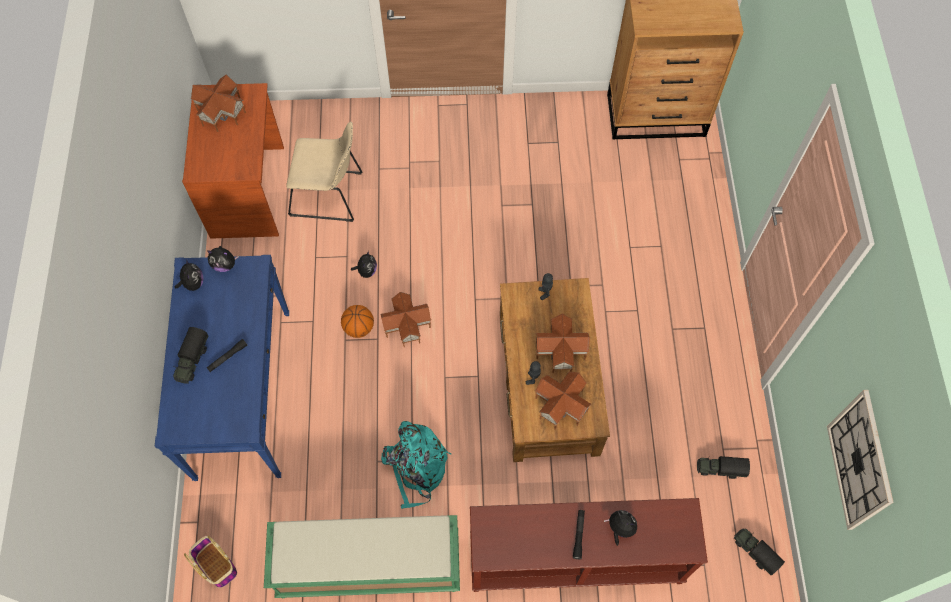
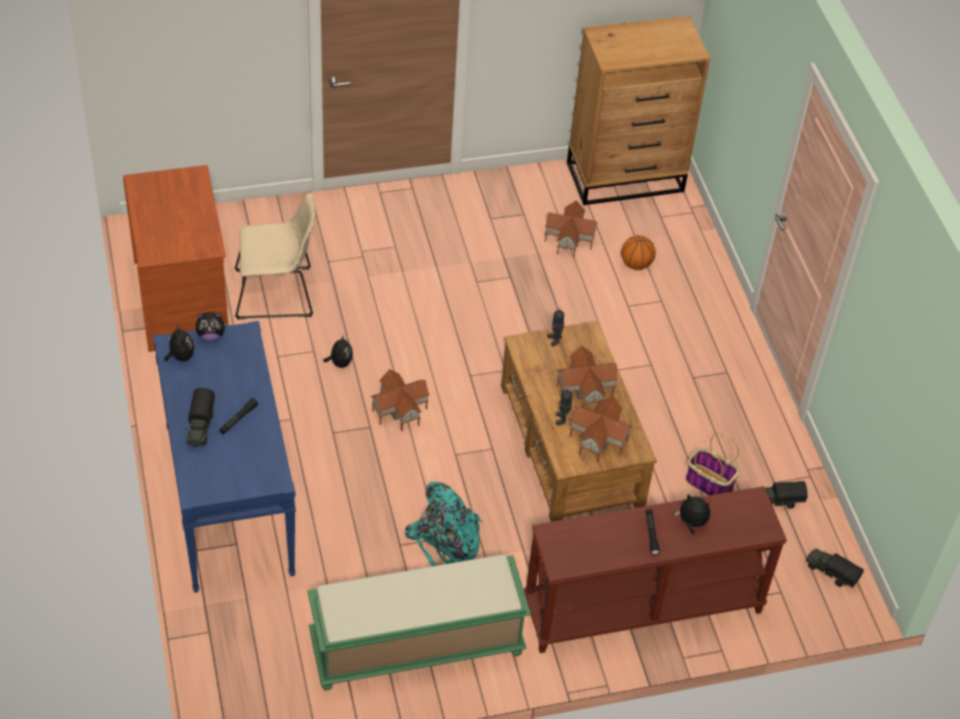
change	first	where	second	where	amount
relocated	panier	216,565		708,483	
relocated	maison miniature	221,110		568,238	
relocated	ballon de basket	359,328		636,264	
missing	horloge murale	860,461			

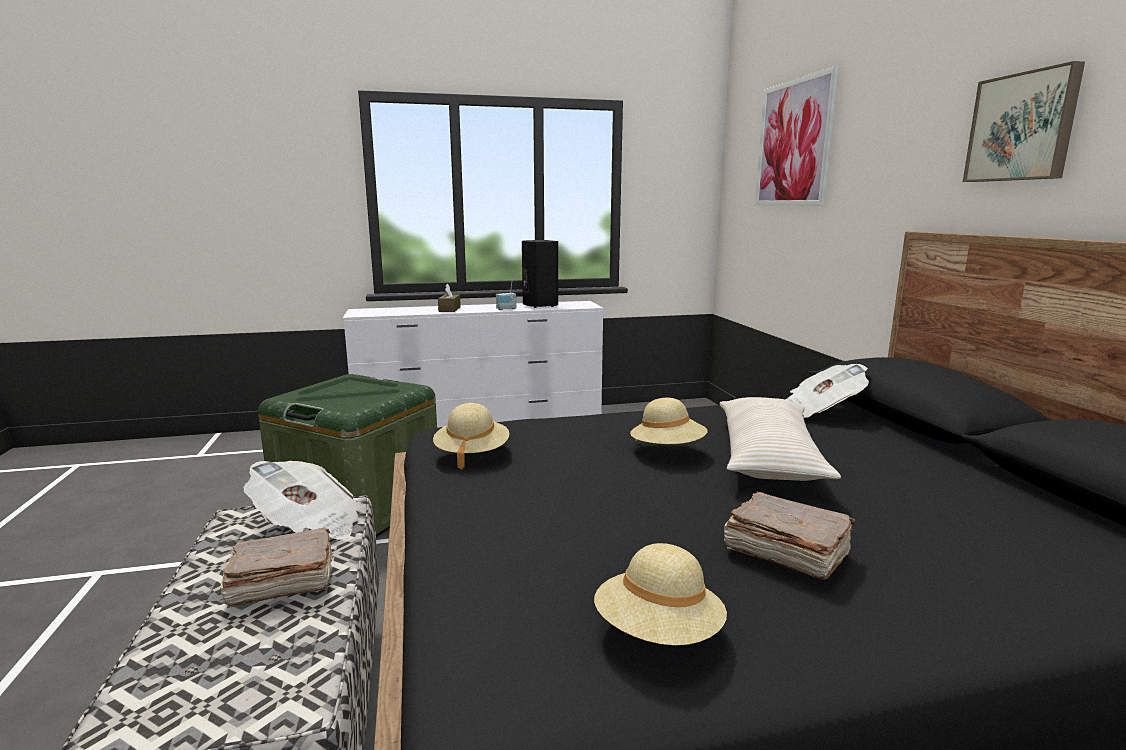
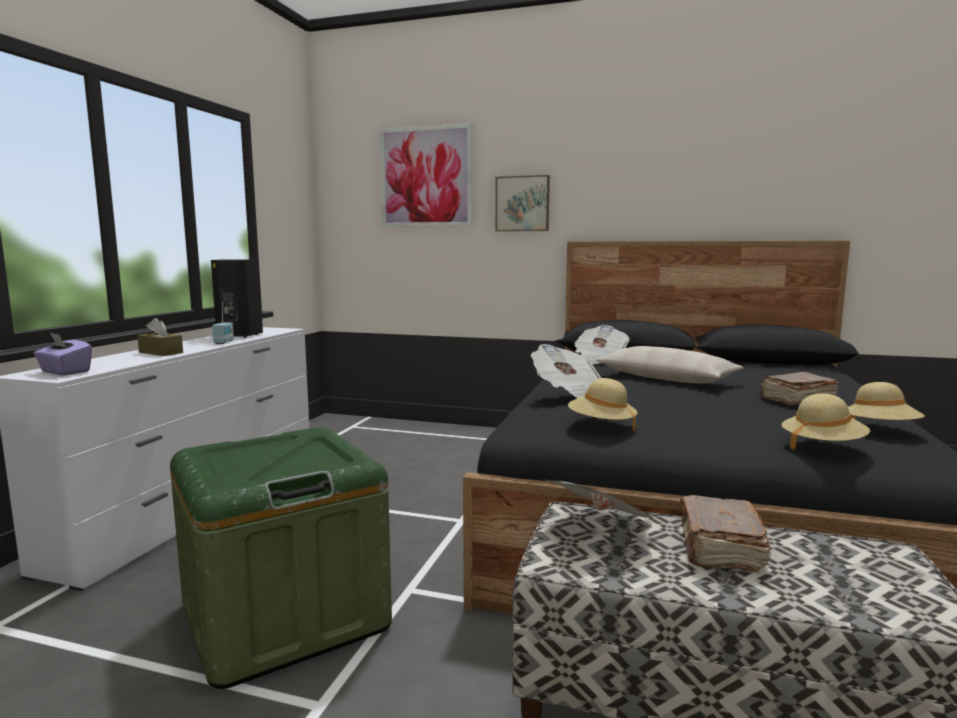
change	first	where	second	where	amount
relocated	chapeau/beige	668,449		822,446	
relocated	tableau	1023,127		522,204	
appeared			boîte à mouchoirs/violet	64,372	
appeared			journal	568,392	

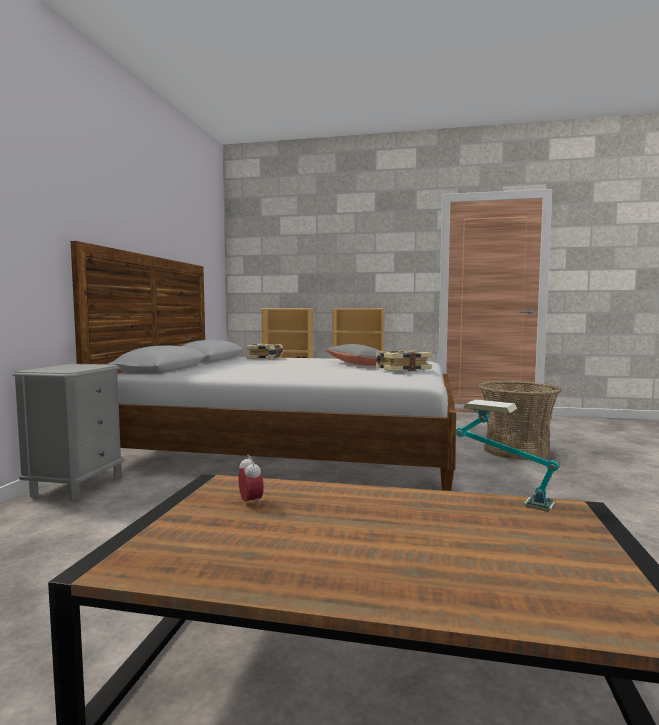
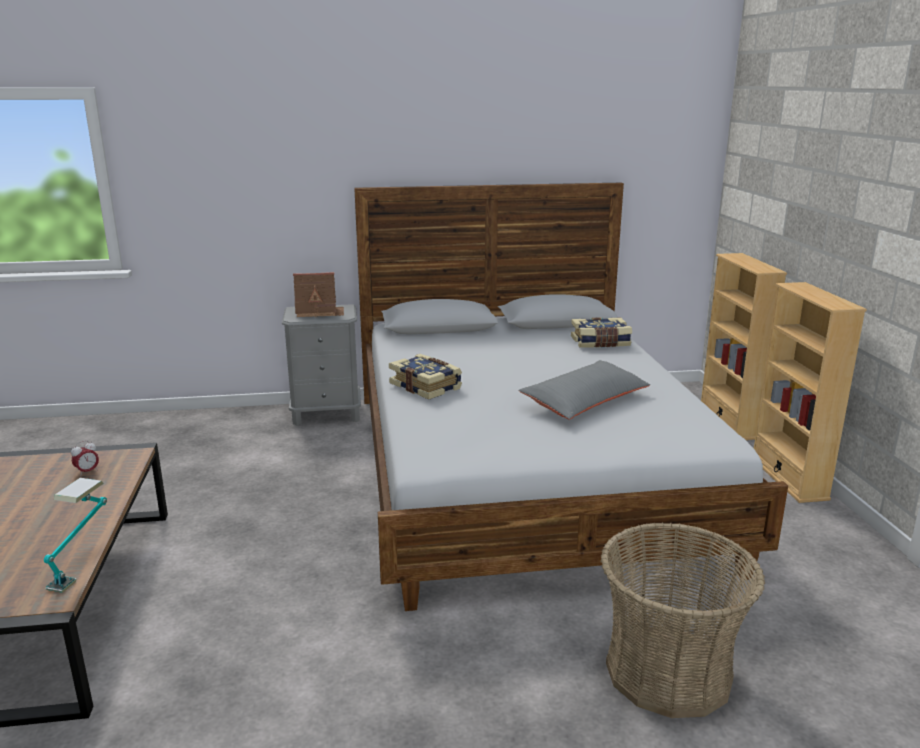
change	first	where	second	where	amount
relocated	livre	402,369		426,386	
appeared			maison miniature	319,312	

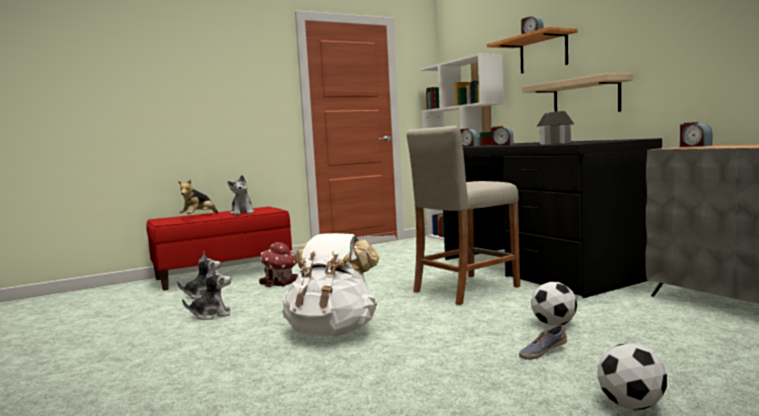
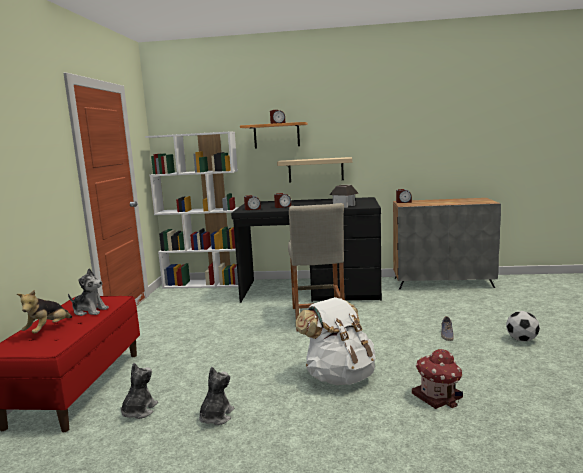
change	first	where	second	where	amount
spun	peluche	199,216		48,330	45 degrees clockwise
relocated	maison miniature	280,282		438,396	
missing	ballon de foot	554,324			

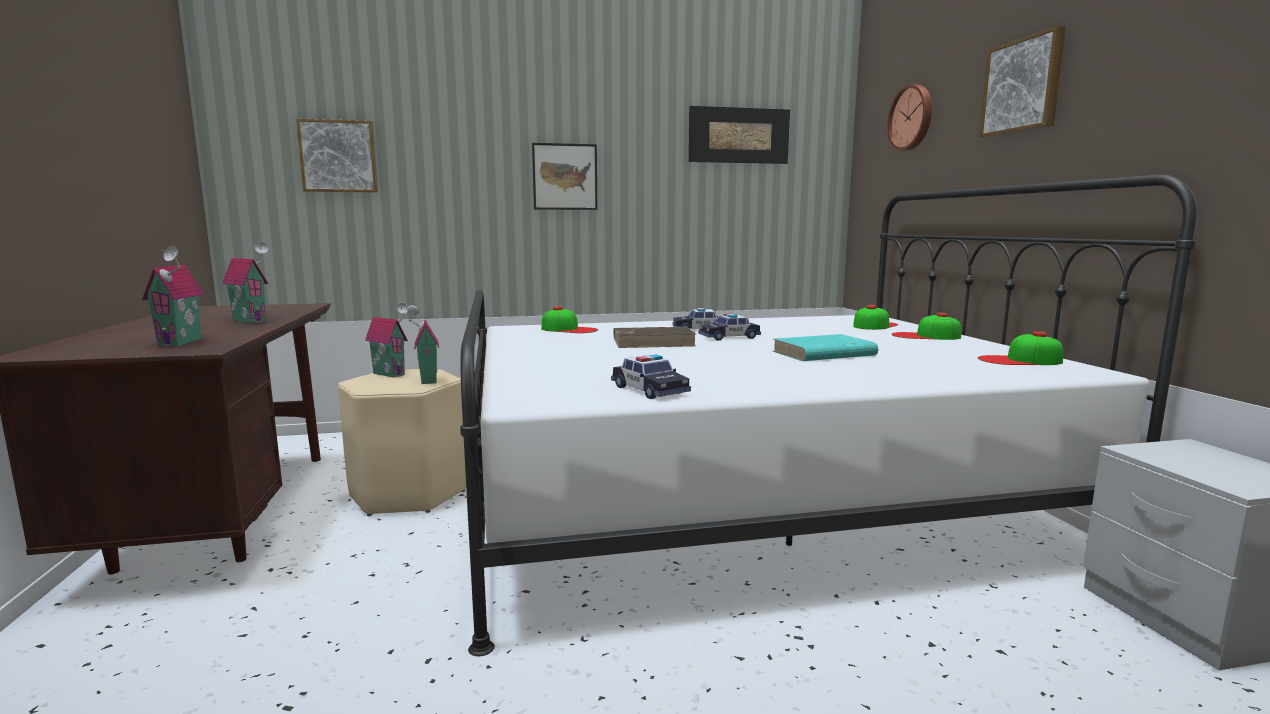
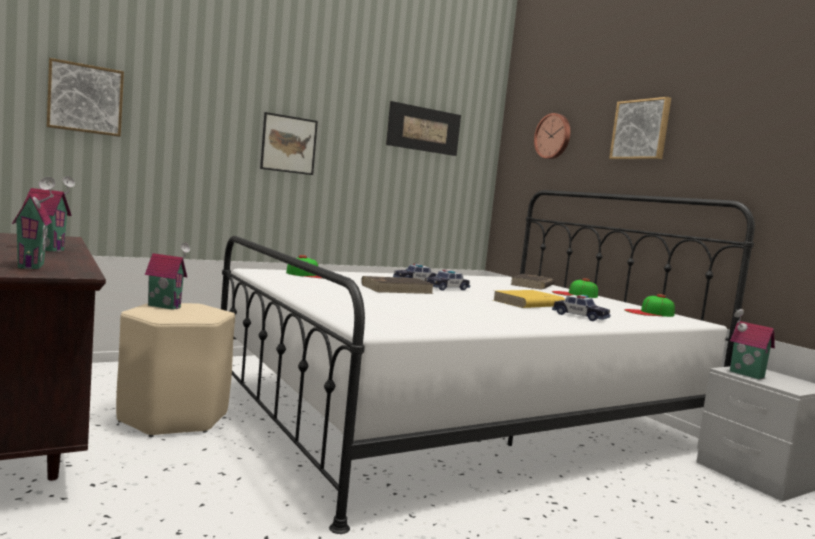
change	first	where	second	where	amount
relocated	maison miniature	426,380		745,374	
relocated	petite voiture	649,390		580,316	
colour	livre/turquoise	823,354	livre/jaune	528,303	
exchanged	casquette	874,325	livre/marron	532,285	

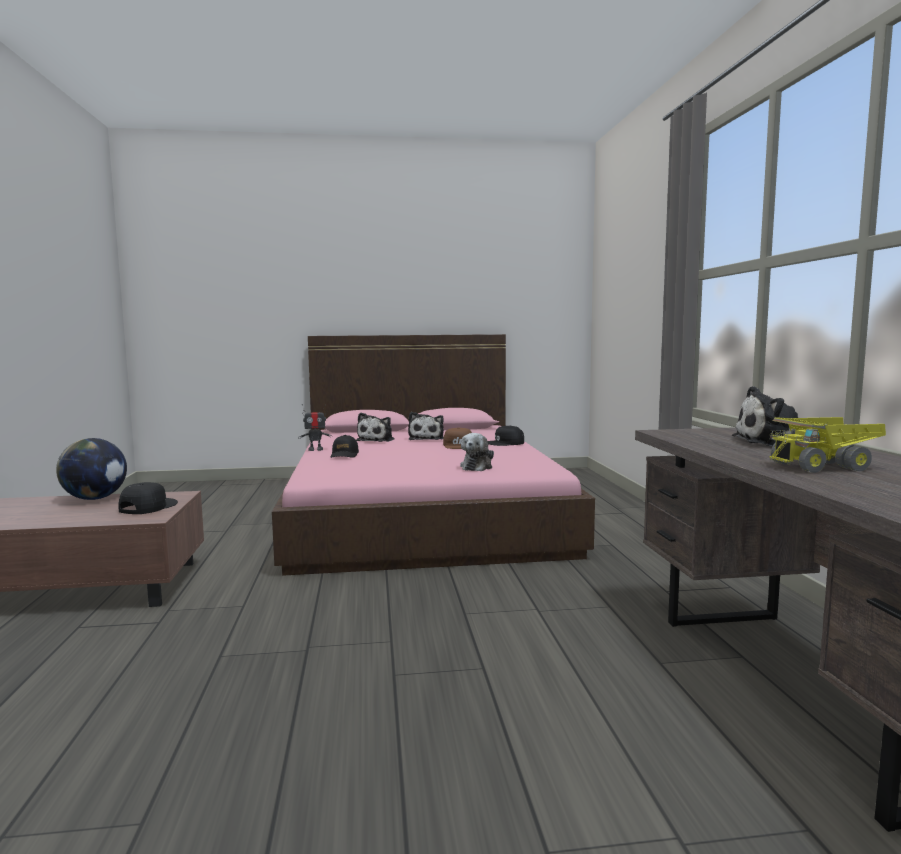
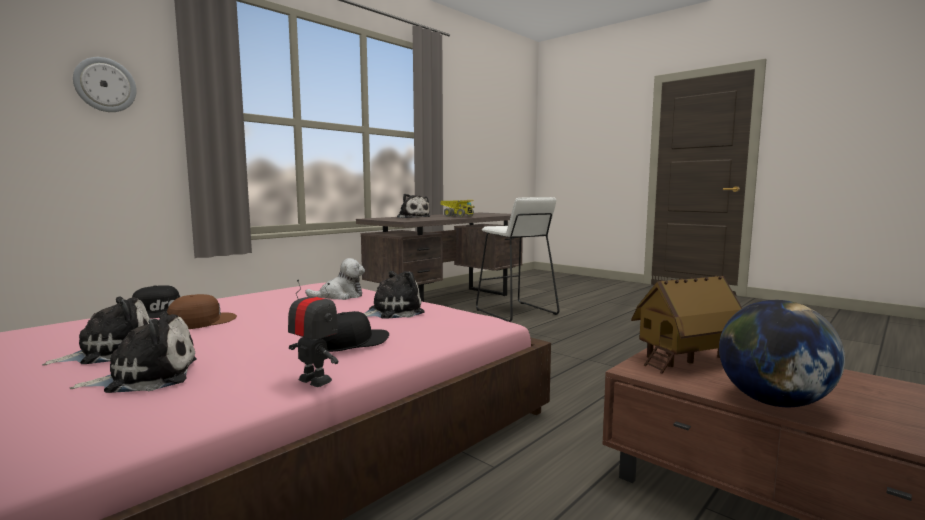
change	first	where	second	where	amount
exchanged	casquette/noir	147,507	maison miniature	685,359	
appeared			horloge murale	105,85	
appeared			peluche	392,312	
appeared			tabouret/blanc	515,312	

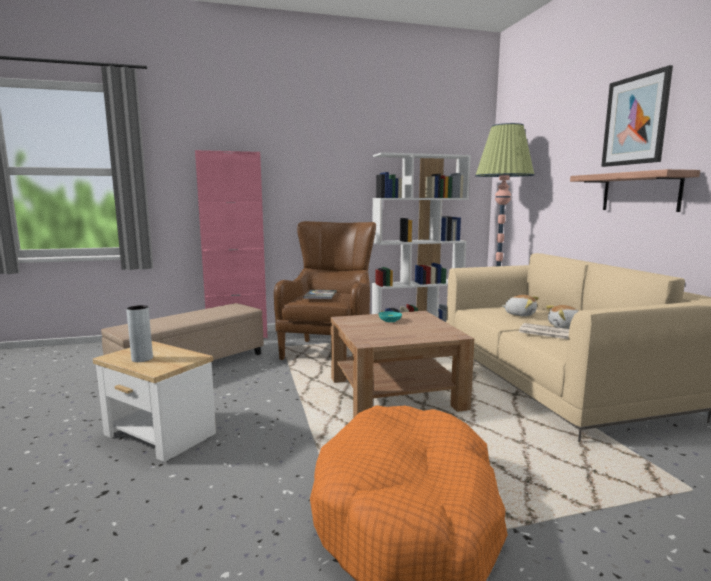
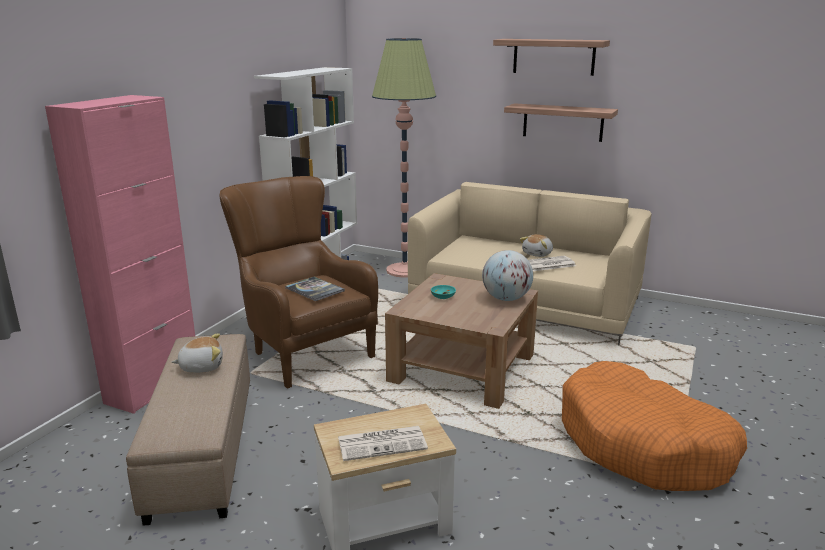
change	first	where	second	where	amount
exchanged	vase/gris	142,359	journal	383,443	
relocated	peluche	520,314		201,366	
exchanged	tableau	635,120	étagère	553,56	
appeared			globe	506,299	

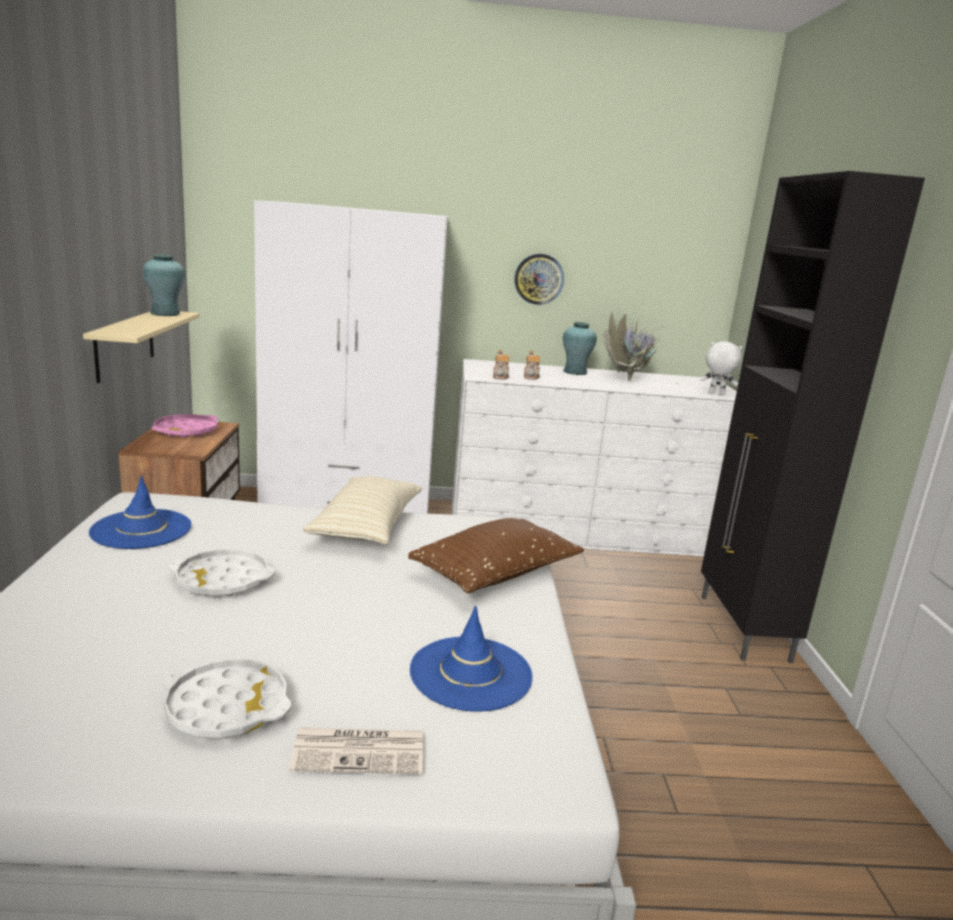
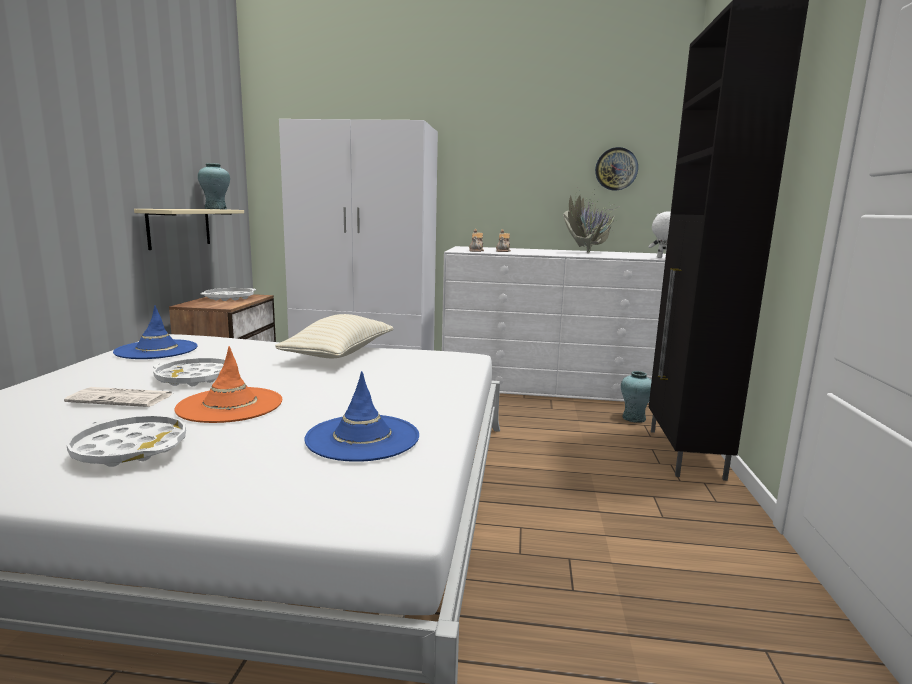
change	first	where	second	where	amount
colour	plateau/rose	186,431	plateau/blanc	229,298	
relocated	journal	361,751		122,398	
missing	coussin/marron	496,574			
relocated	horloge murale	539,279		616,169	
relocated	vase/turquoise	575,372		633,418	
appeared			chapeau/orange	230,405	

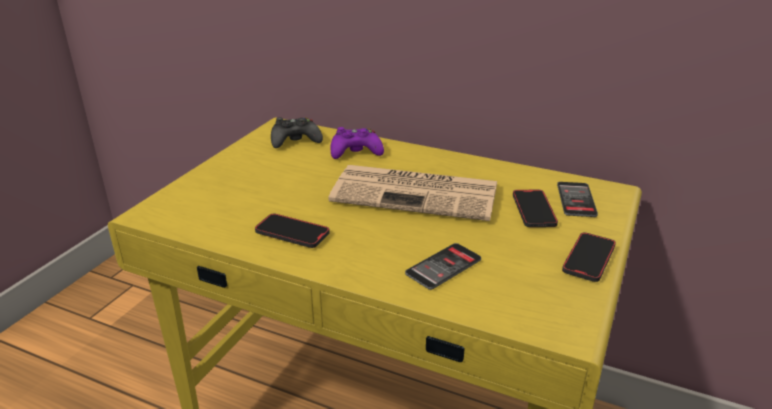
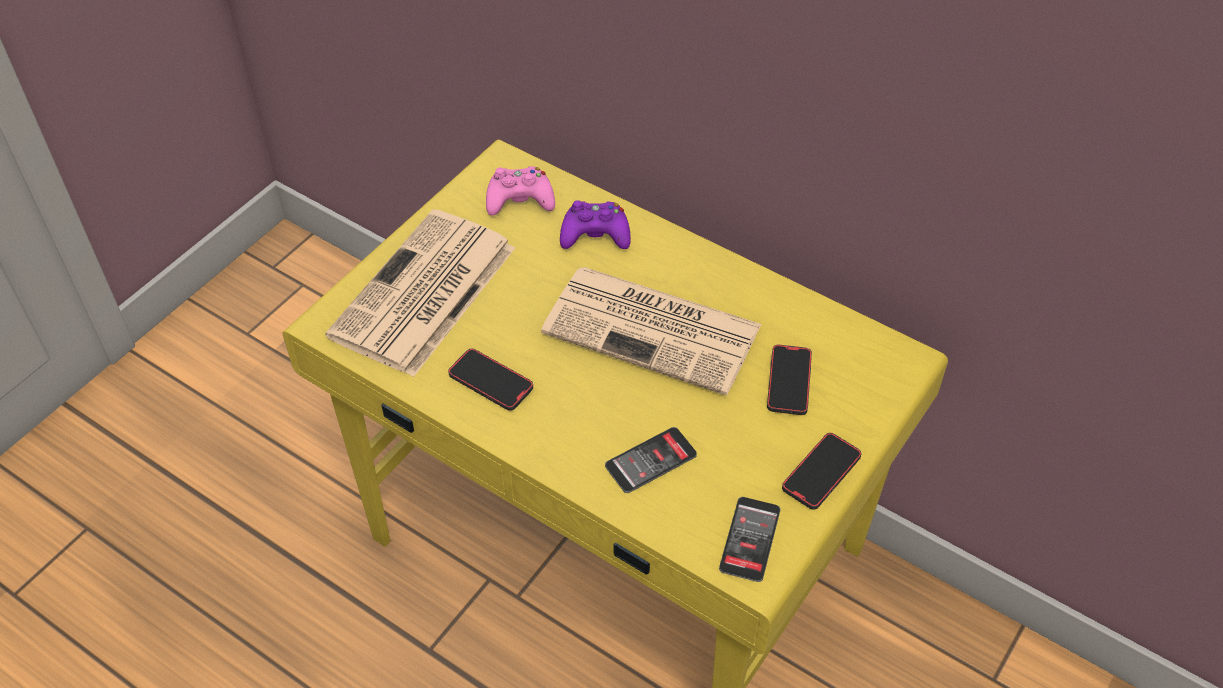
change	first	where	second	where	amount
colour	manette/noir	295,140	manette/rose	520,199	
relocated	téléphone	576,200		750,539	
appeared			journal	423,294	

